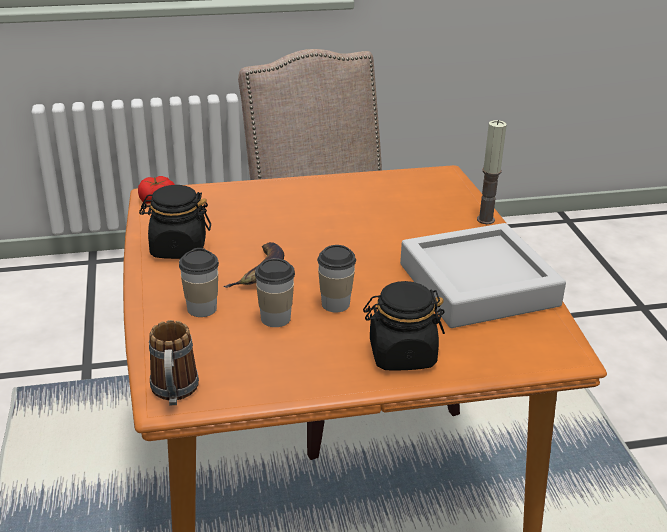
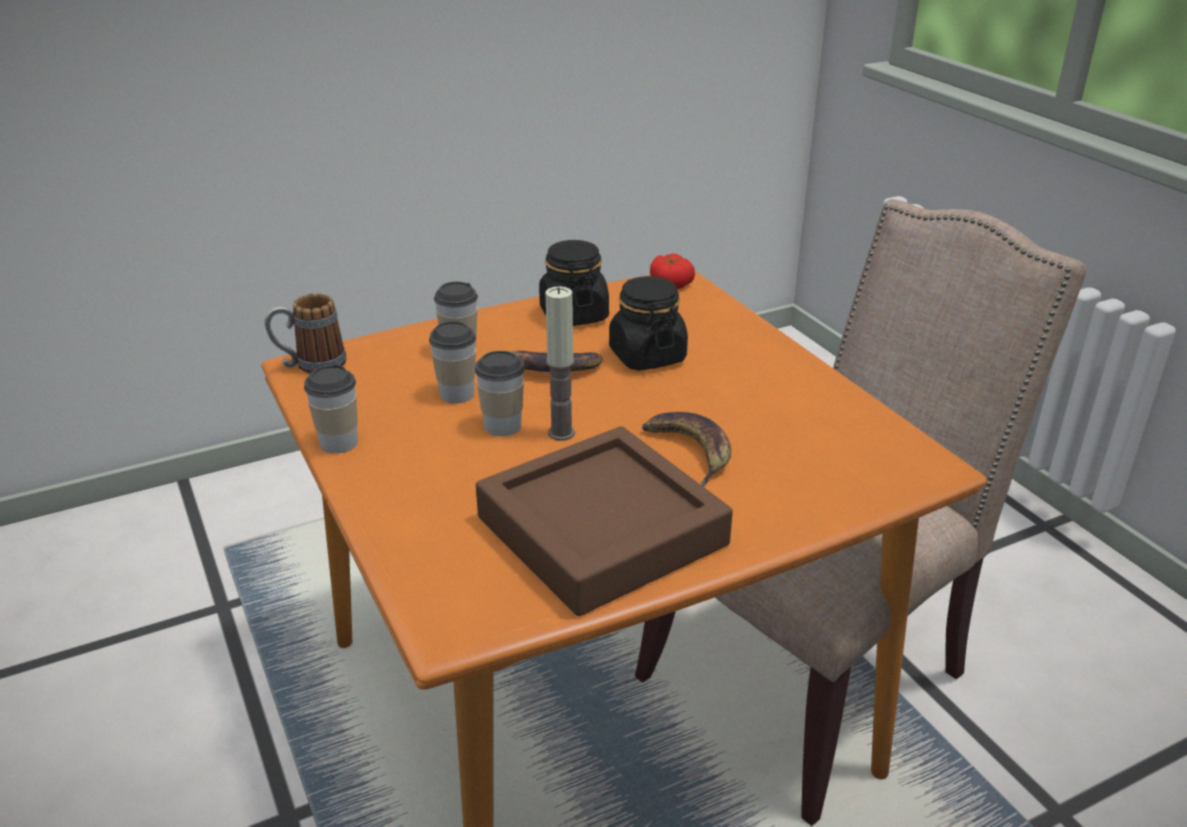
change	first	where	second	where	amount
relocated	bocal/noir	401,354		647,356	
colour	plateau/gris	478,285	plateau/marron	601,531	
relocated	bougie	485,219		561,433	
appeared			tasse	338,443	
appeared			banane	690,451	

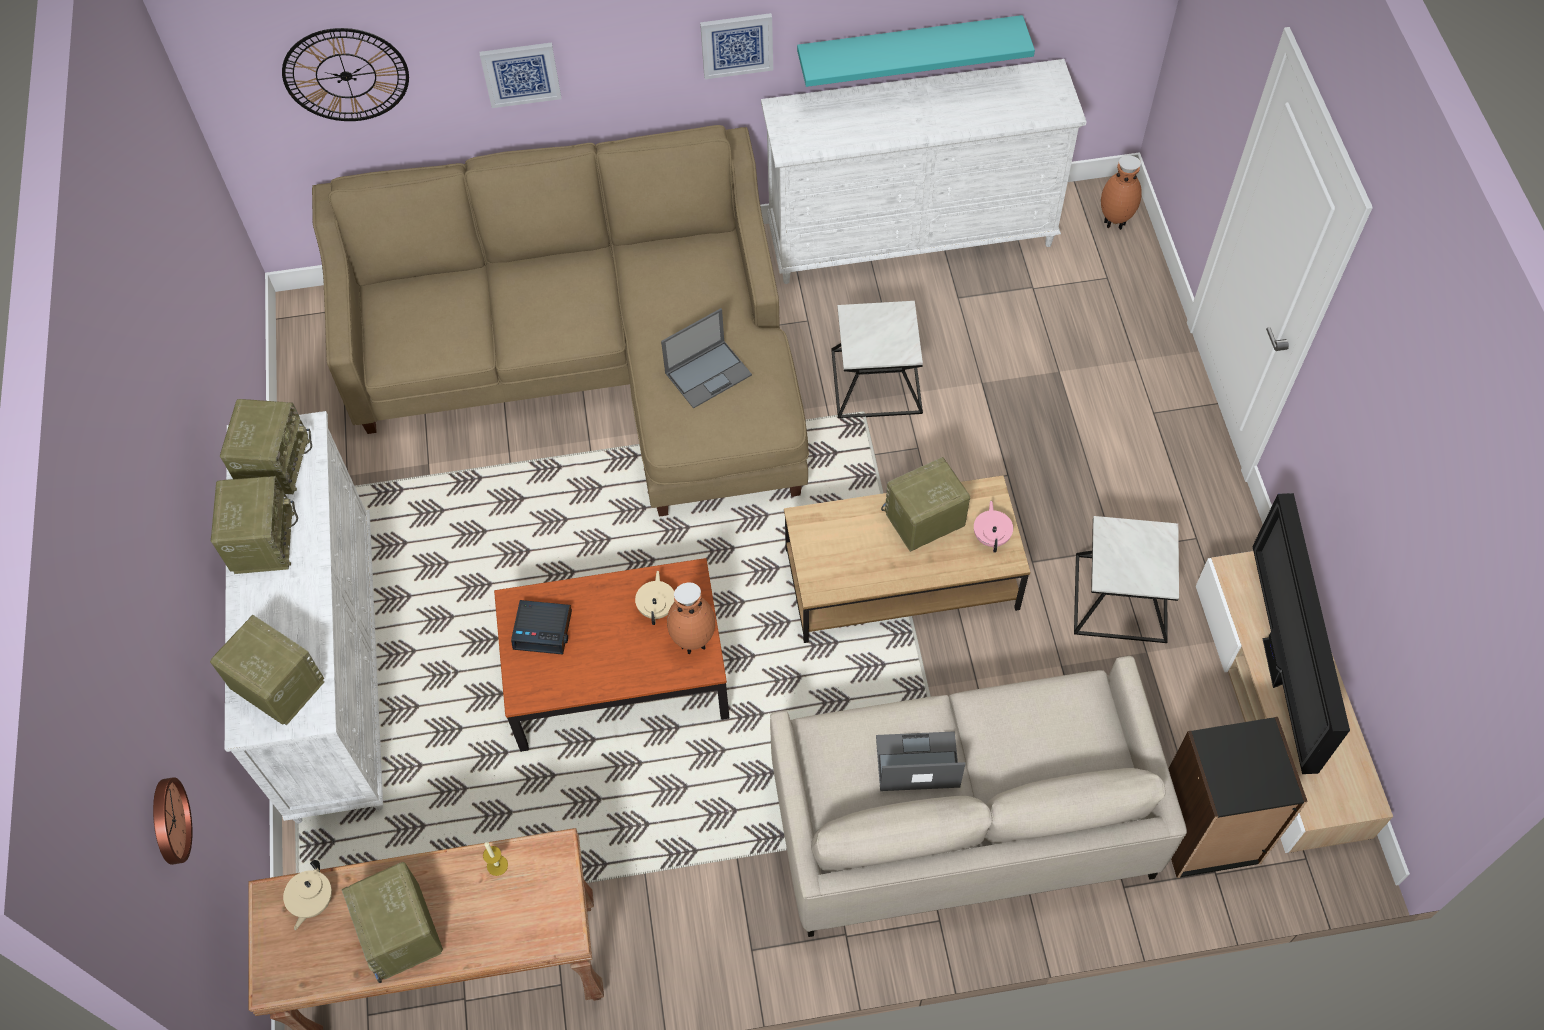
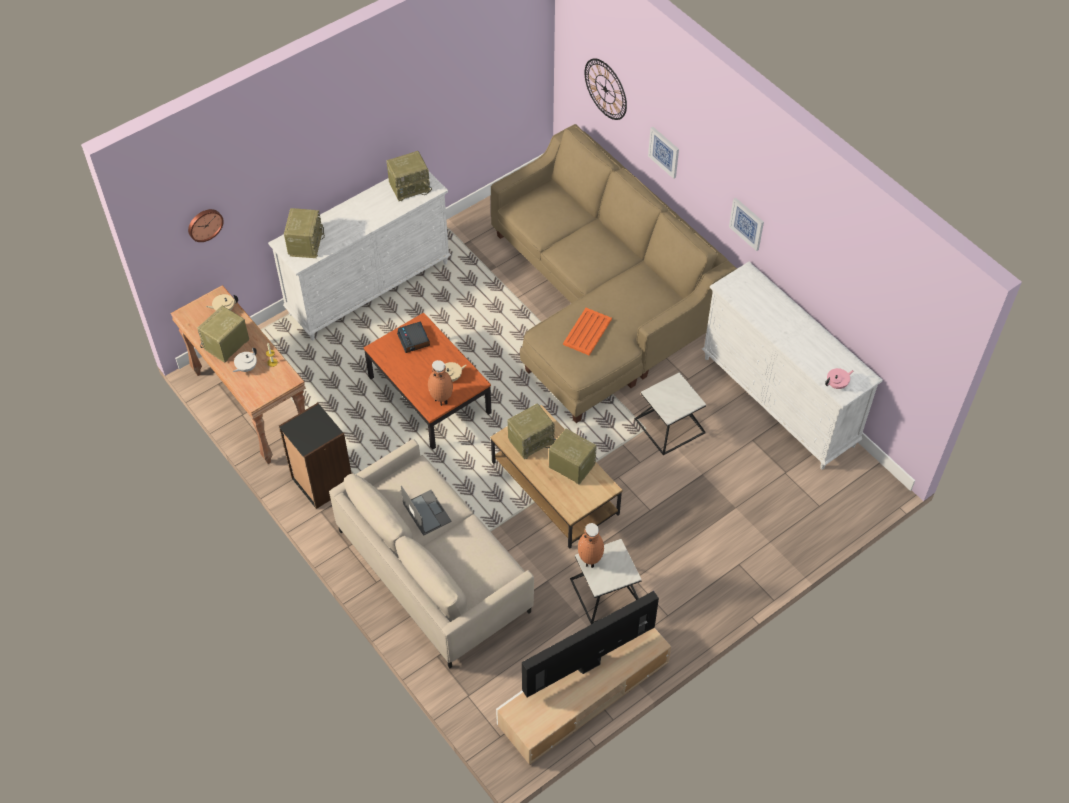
change	first	where	second	where	amount
relocated	radio	262,540		531,440	
exchanged	ordinateur portable	709,373	plateau/orange	587,331	
missing	étagère/turquoise	909,47			
relocated	théière/rose	991,536		837,384	
relocated	vase/marron	1115,222		590,561	
relocated	bibliothèque/noir	1206,832		321,482	
appeared			théière/blanc	246,367	

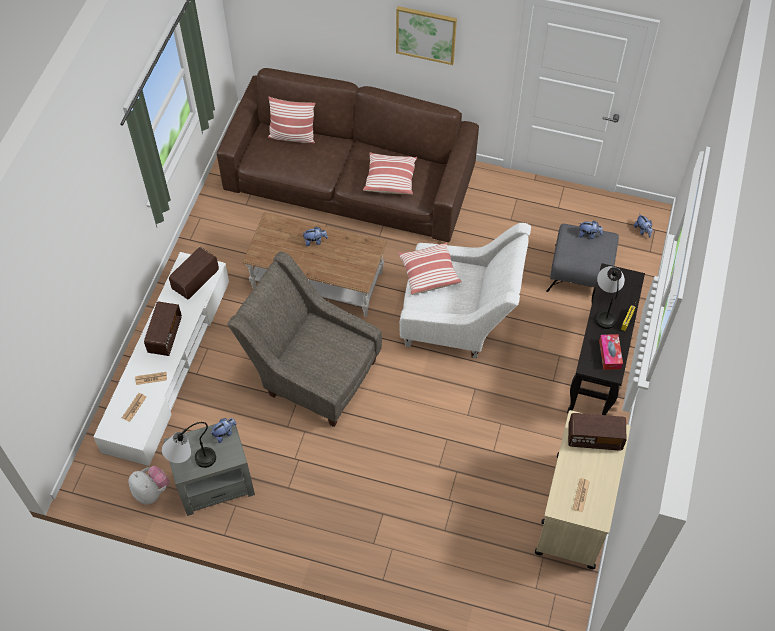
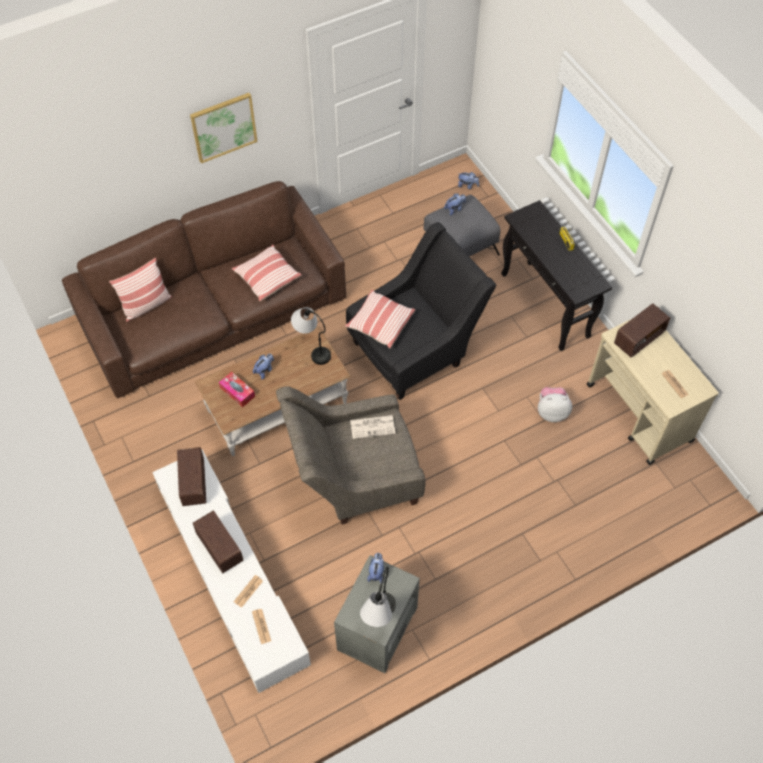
change	first	where	second	where	amount
relocated	peluche	151,491		552,412	
colour	fauteuil/blanc	460,320	fauteuil/noir	416,348	
relocated	lampe de table	605,308		312,347	
relocated	boîte à mouchoirs	610,354		237,392	
appeared			journal	373,426	

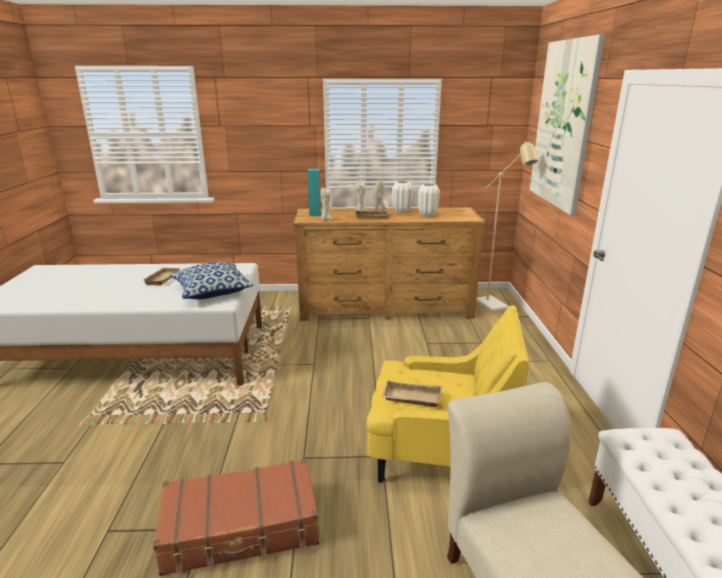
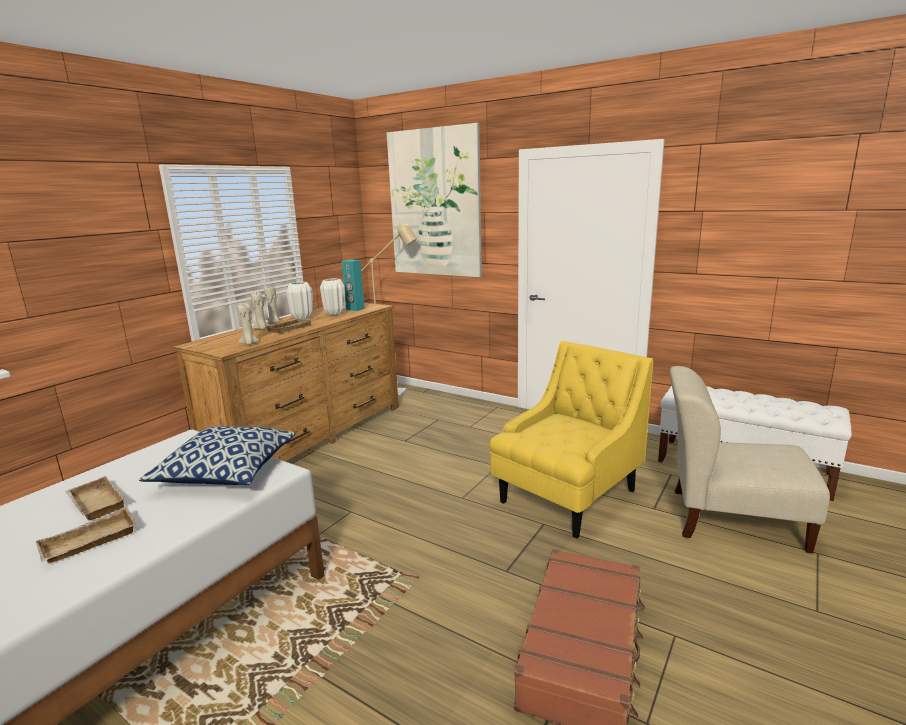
change	first	where	second	where	amount
relocated	enceinte/turquoise	314,214		355,309	
relocated	plateau/beige	411,398		88,543	

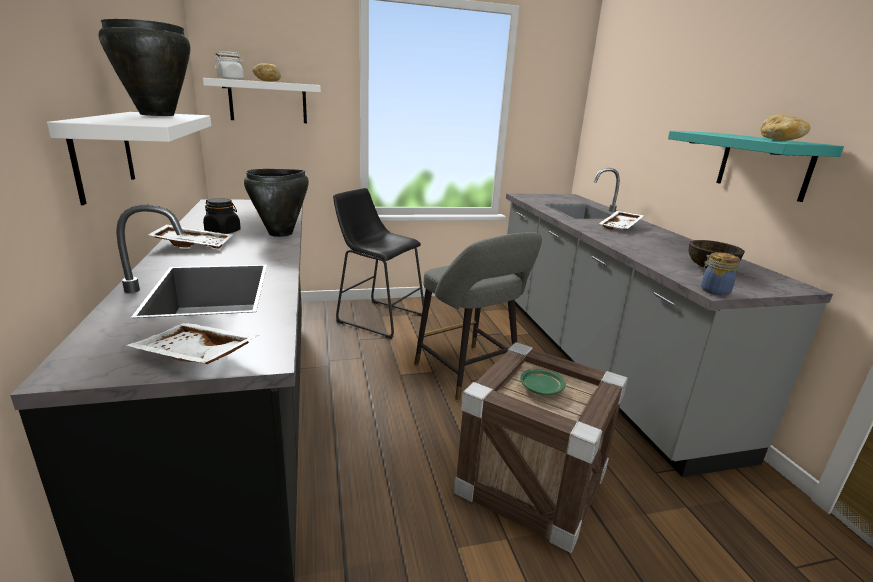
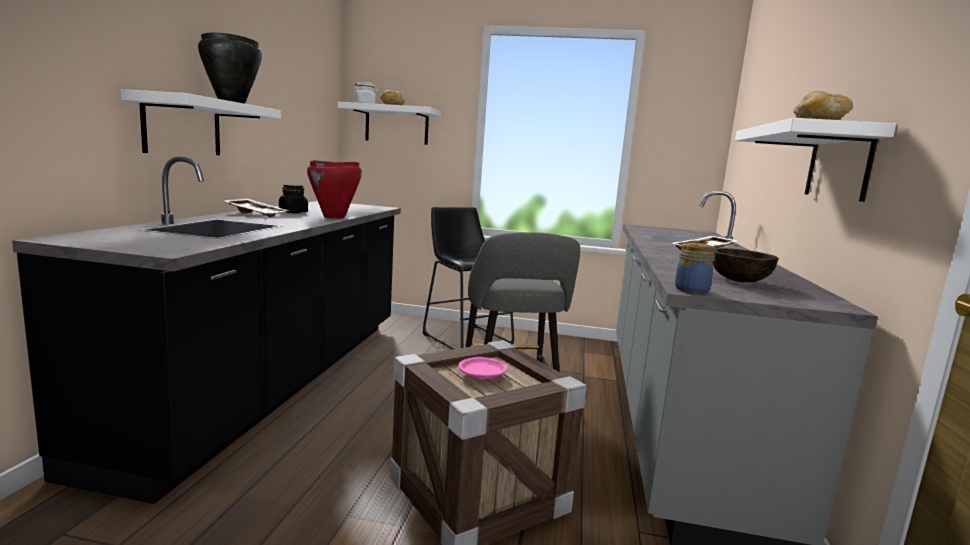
change	first	where	second	where	amount
missing	plateau/blanc	193,357			
colour	marmite/noir	281,233	marmite/rouge	334,217	
colour	assiette/vert	541,388	assiette/rose	482,375	
colour	étagère/turquoise	764,165	étagère/blanc	838,164	

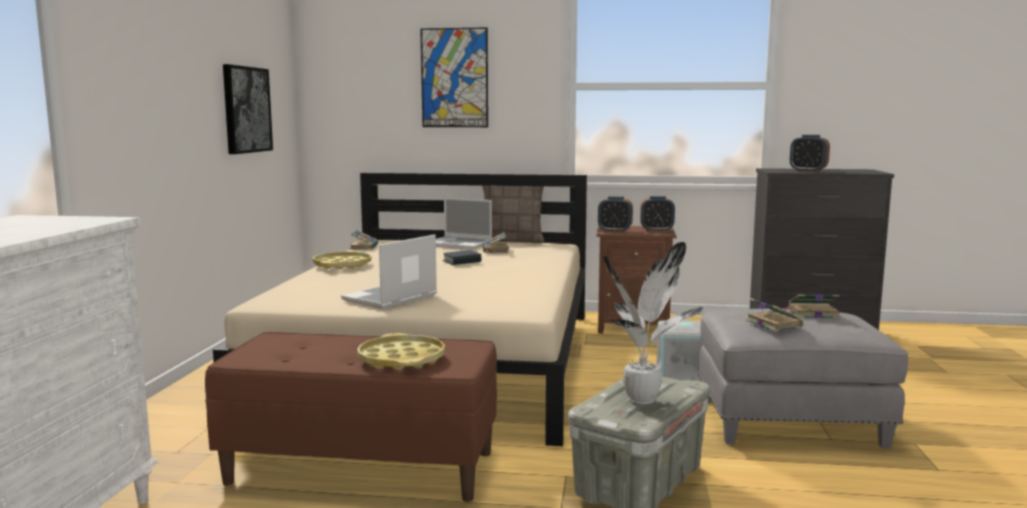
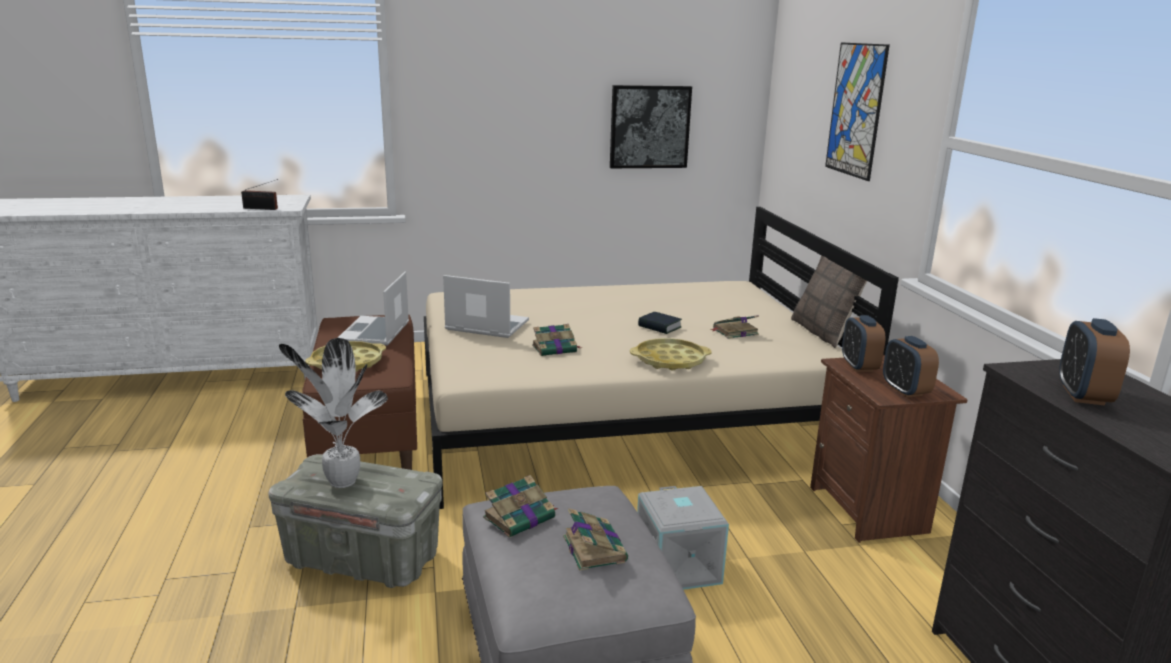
change	first	where	second	where	amount
relocated	plateau/jaune	342,265		670,360	
relocated	livre	364,247		555,349	
relocated	ordinateur portable	460,244		375,333	
appeared			radio	262,208	

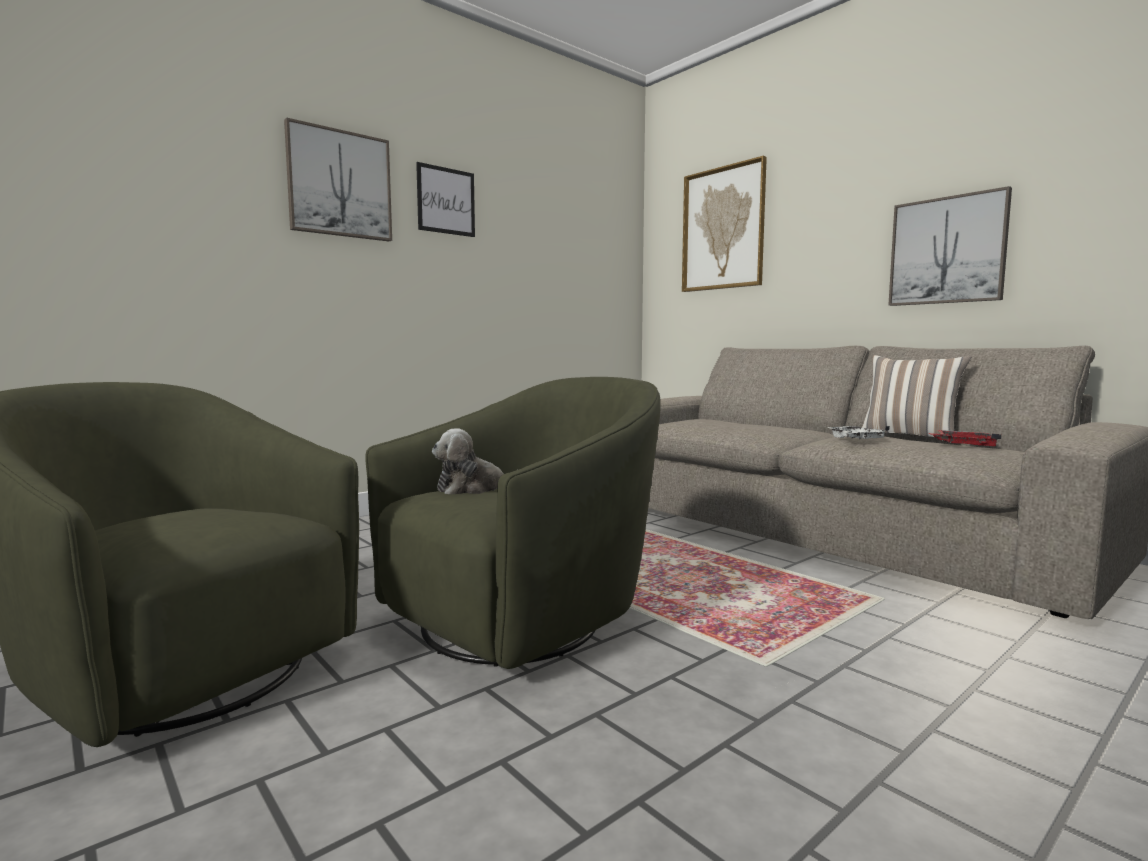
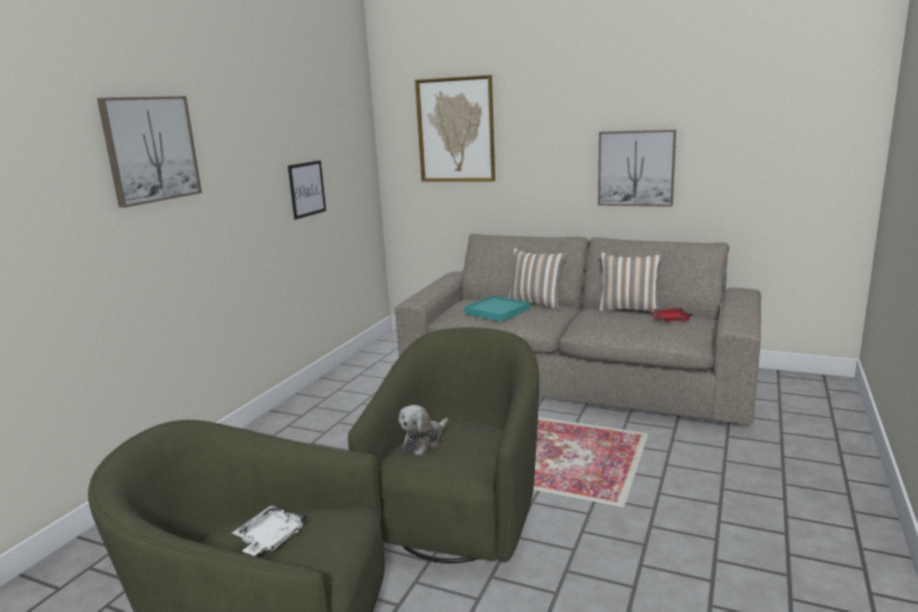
change	first	where	second	where	amount
relocated	tableau	446,201		307,189	
relocated	plateau/blanc	856,440		270,539	
appeared			plateau/turquoise	497,311	
appeared			coussin	537,304	

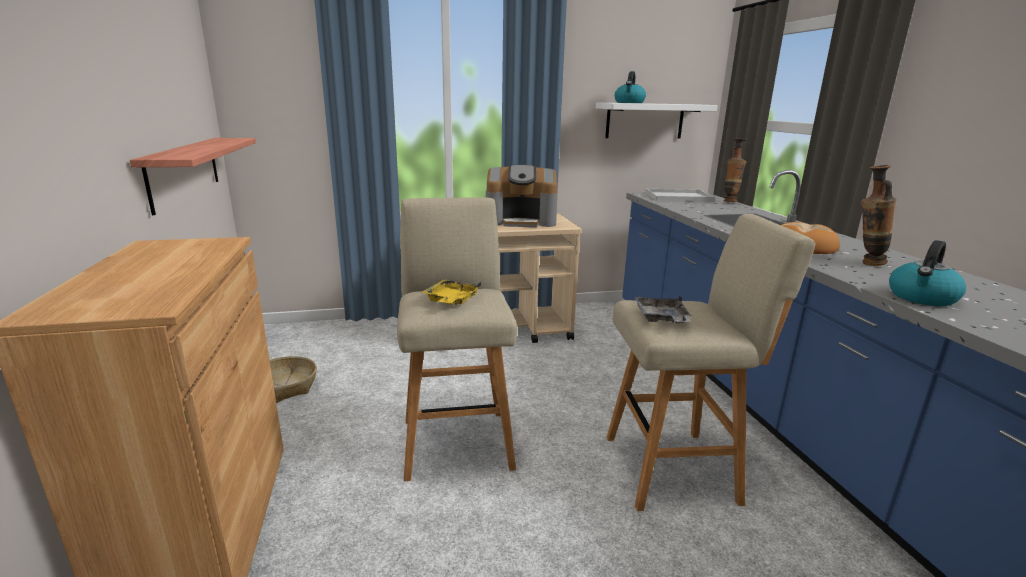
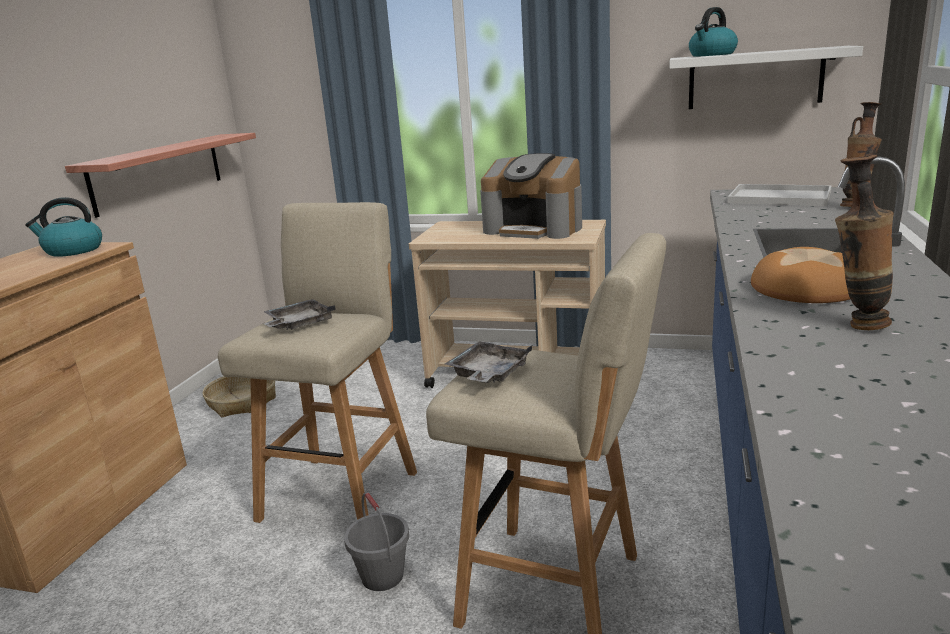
change	first	where	second	where	amount
colour	plateau/jaune	451,300	plateau/gris	298,324	
relocated	bouilloire	922,298		72,251	
appeared			seau/gris	382,576	

